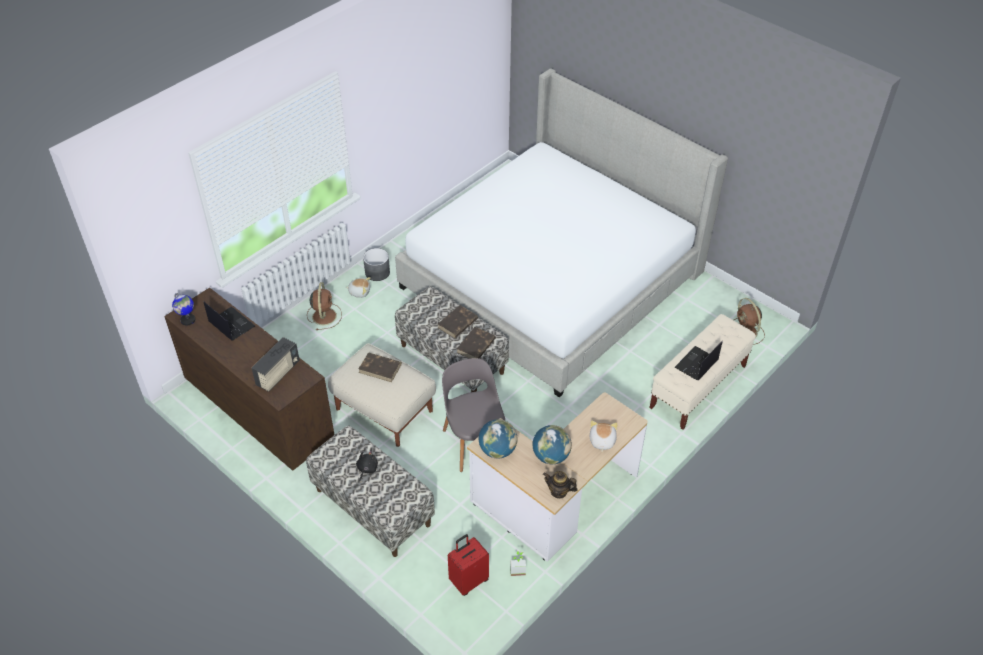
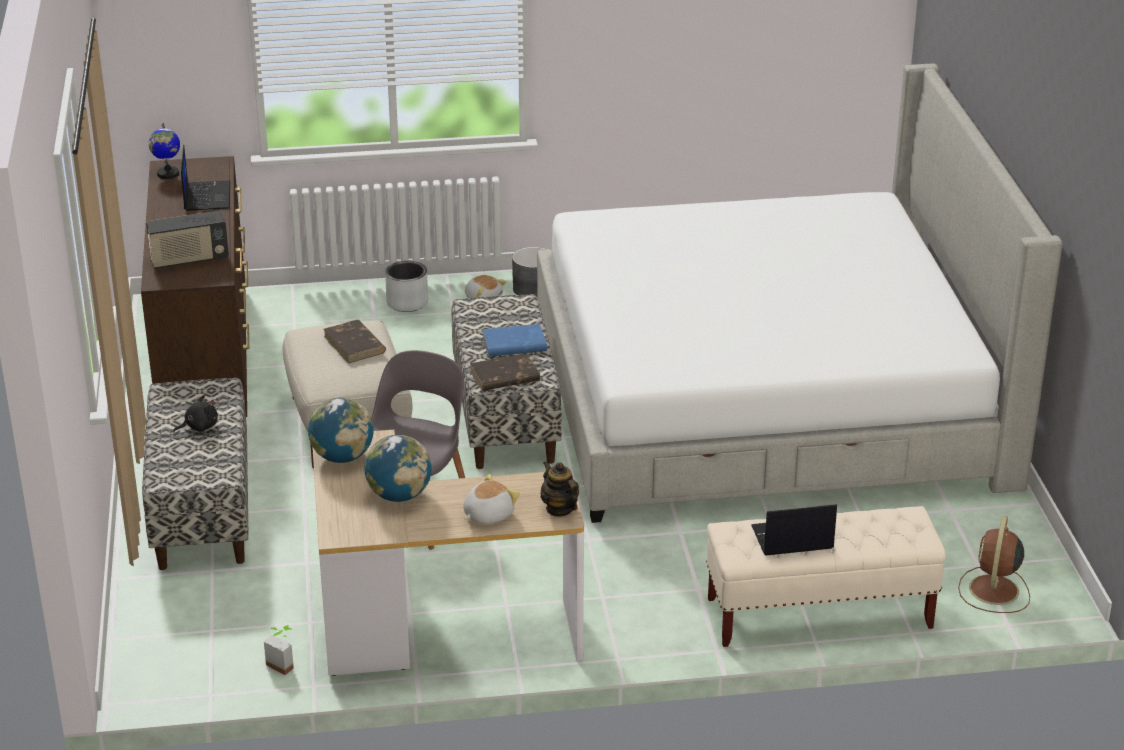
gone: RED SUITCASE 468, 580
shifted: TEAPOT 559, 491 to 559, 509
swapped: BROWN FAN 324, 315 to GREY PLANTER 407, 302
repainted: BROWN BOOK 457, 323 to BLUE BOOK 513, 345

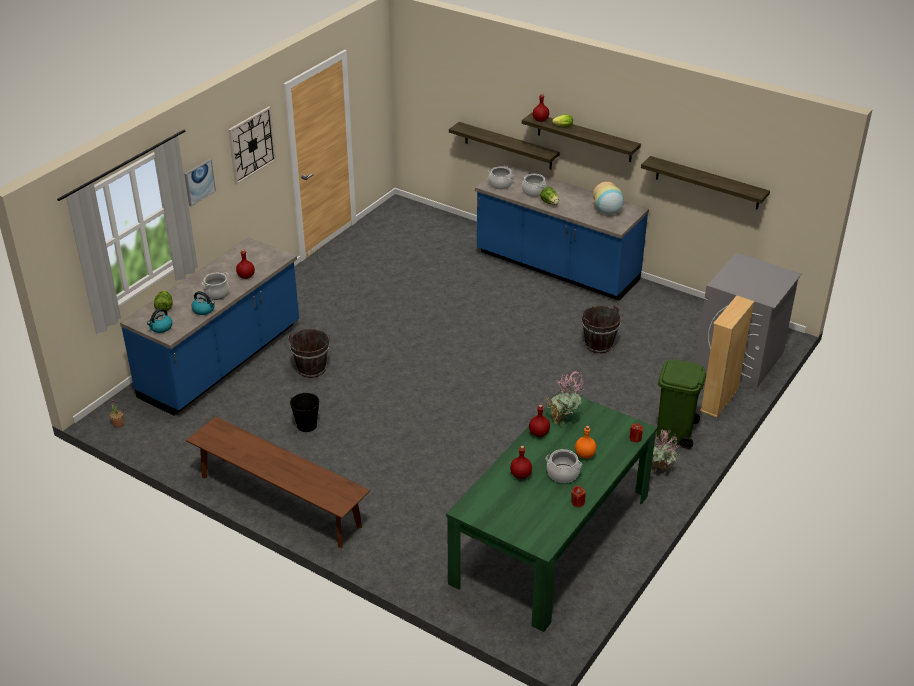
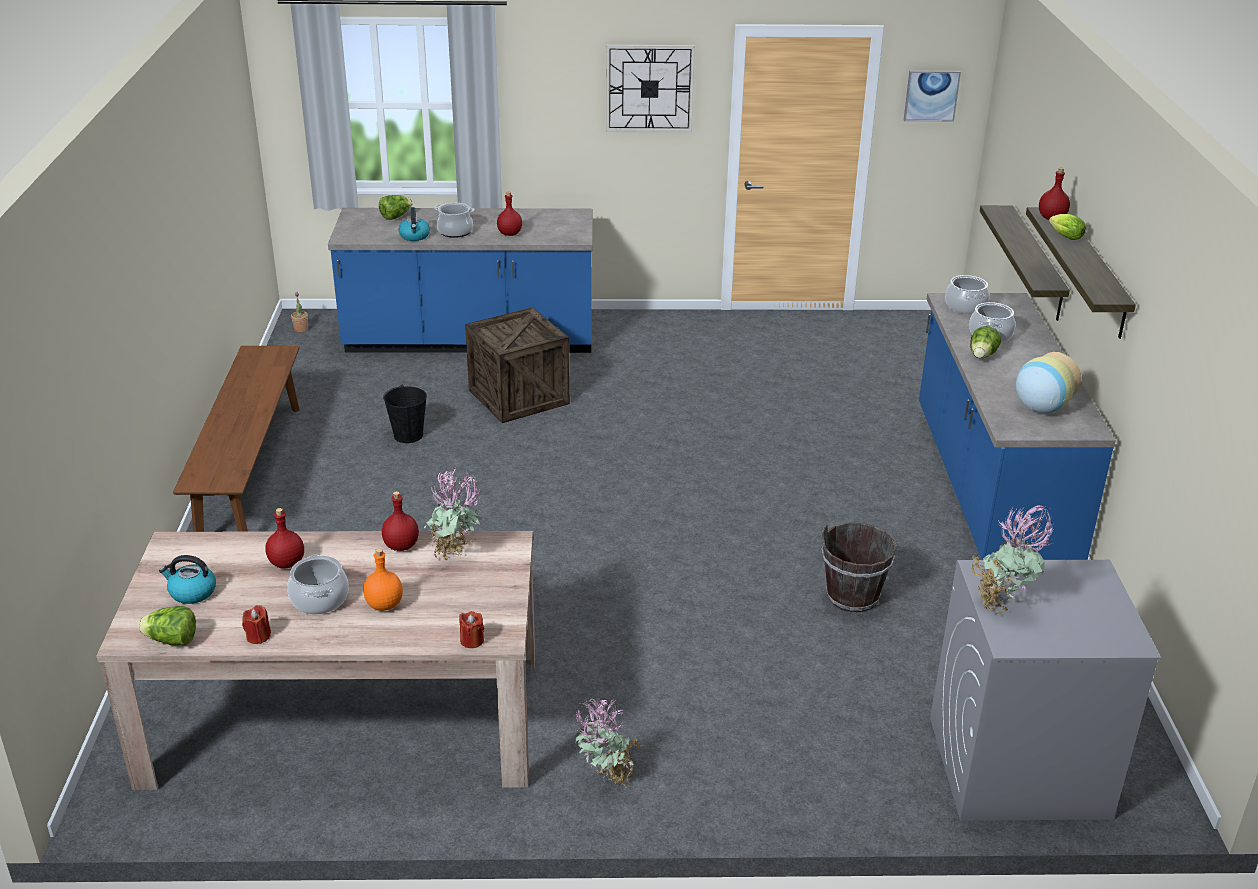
gone: SHELF 707, 183; BEIGE BOOKCASE 719, 400; GREEN TRASH CAN 674, 432
new: POTTED PLANT 1003, 603; LETTUCE 172, 640
shifted: PICTURE 199, 182 to 931, 95; KETTLE 161, 328 to 192, 592
swapped: BROWN BUCKET 311, 369 to CRATE 518, 397
repainted: GREEN DINING TABLE 551, 538 to BEIGE DINING TABLE 345, 720

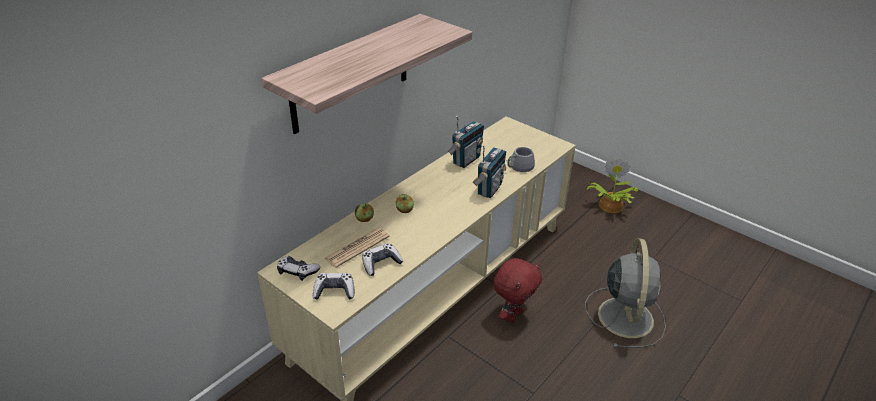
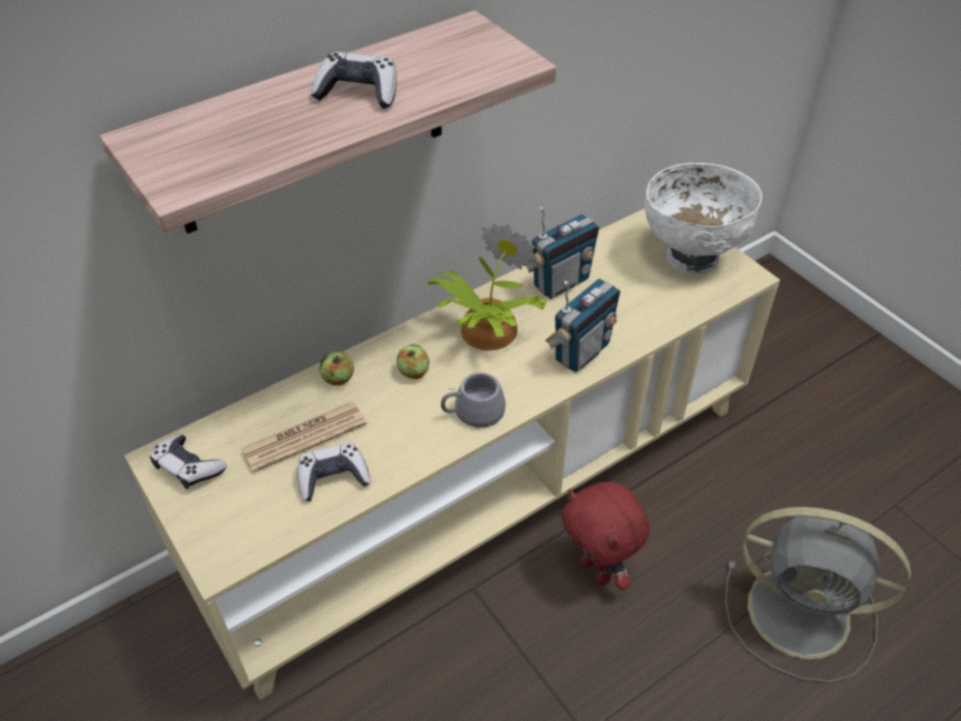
new: WHITE BOWL 691, 256
shifted: GREY MUG 517, 165 to 471, 407; POTTED PLANT 609, 206 to 485, 331; GAME CONTROLLER 334, 291 to 358, 93
rotated: GREY FAN 625, 315 = 803, 613 90 degrees clockwise; RED PLUSH TOY 513, 315 = 597, 570 90 degrees clockwise

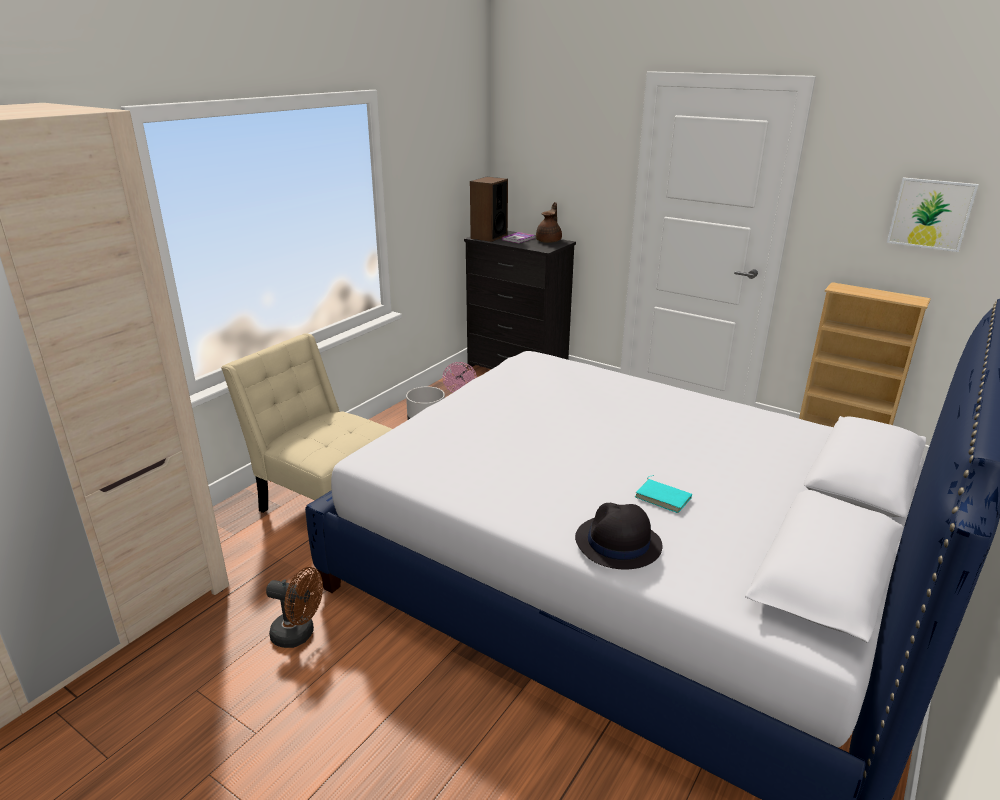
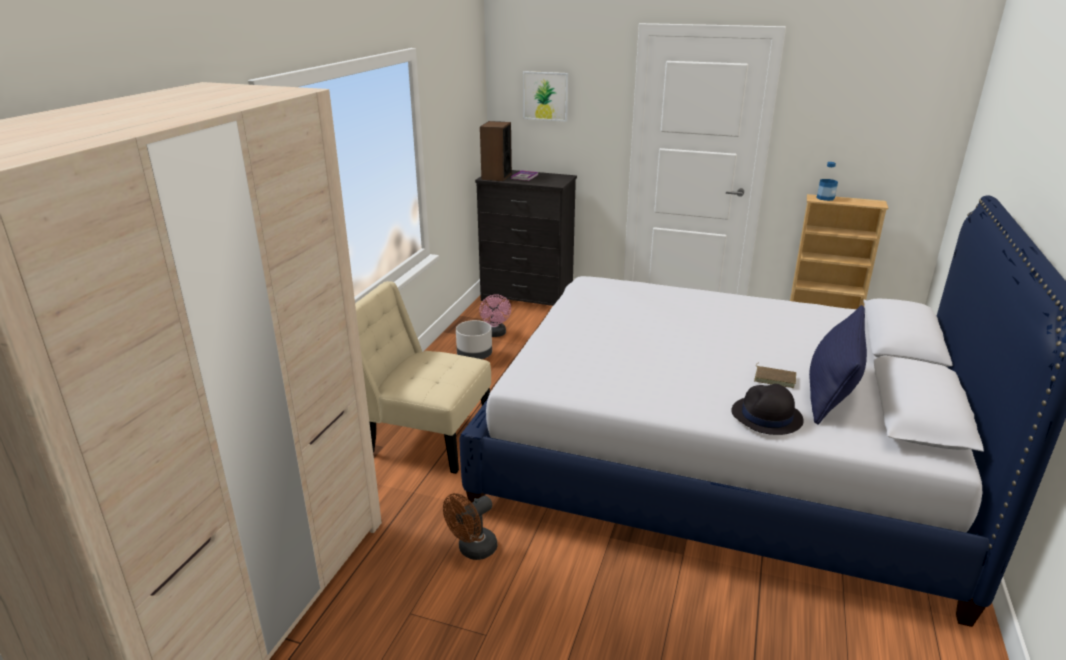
gone: BROWN TEAPOT 549, 241
new: BOTTLE 825, 198; BLUE PILLOW 831, 391
shifted: PICTURE 931, 214 to 545, 96
repainted: TURQUOISE BOOK 664, 497 to BROWN BOOK 775, 378
rotated: BROWN FAN 299, 634 = 473, 550 135 degrees clockwise

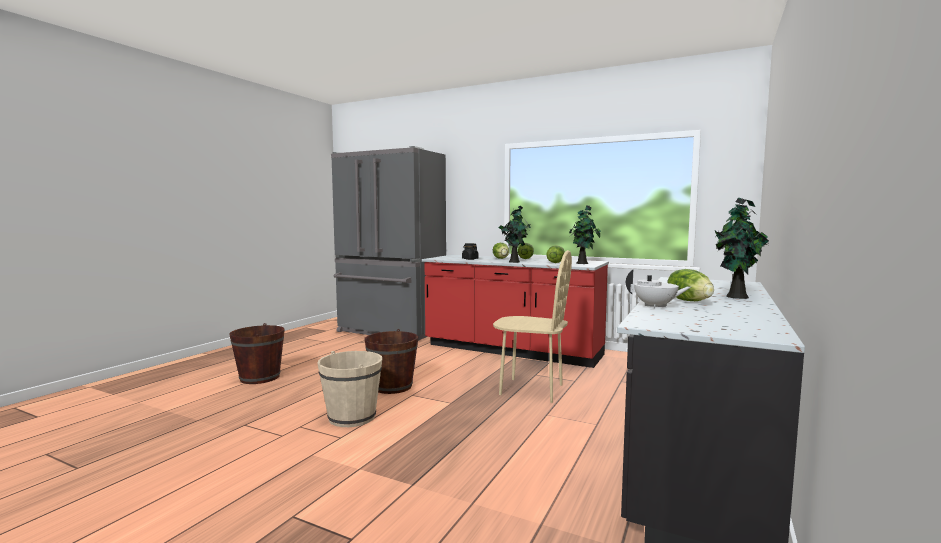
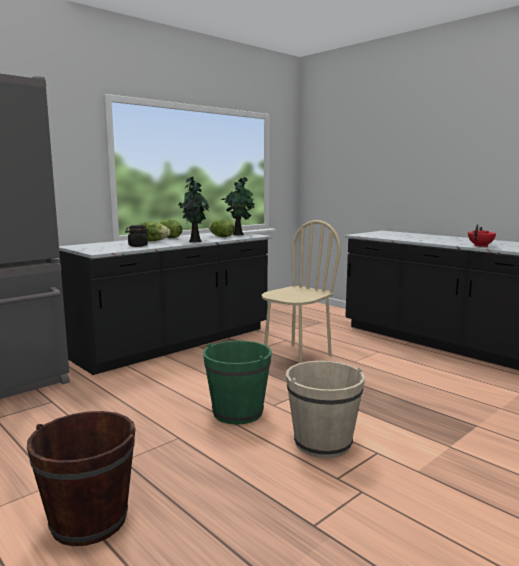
gone: POTTED PLANT 737, 297; LETTUCE 689, 301
repainted: RED COUNTER 512, 350 to BLACK COUNTER 176, 344; WHITE TEAPOT 655, 306 to RED TEAPOT 481, 246; BROWN BUCKET 392, 386 to GREEN BUCKET 237, 412

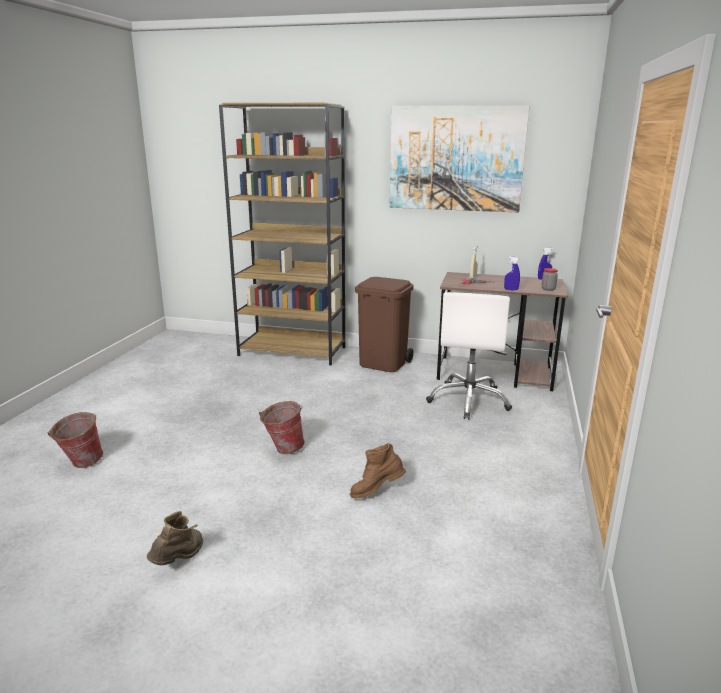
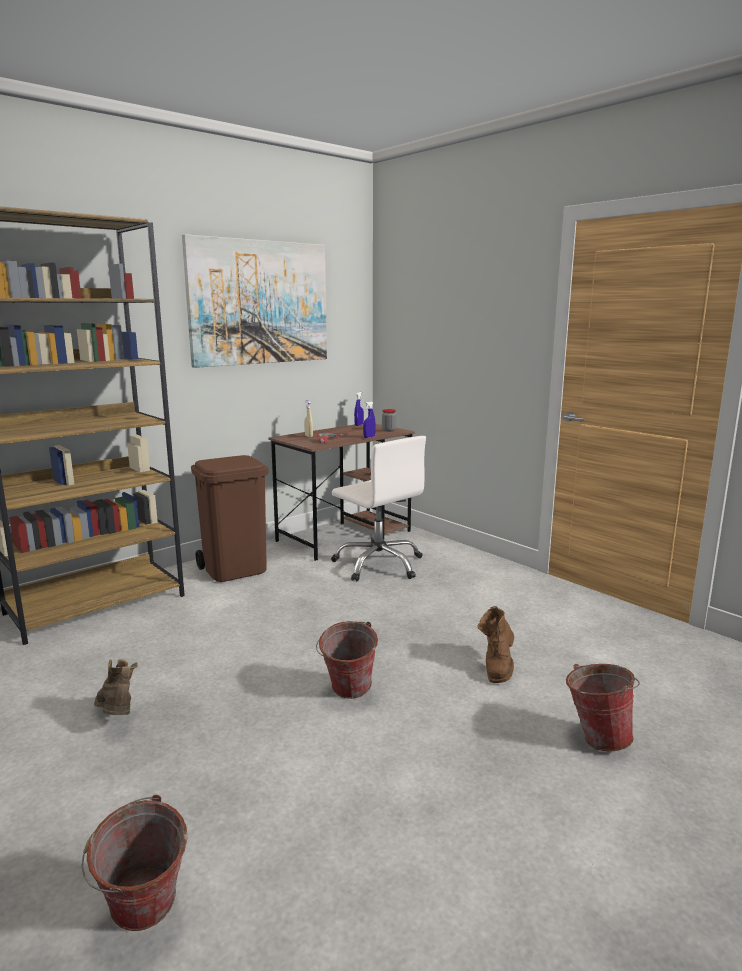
new: BUCKET 596, 737
shifted: BROWN BOOT 179, 560 to 117, 717

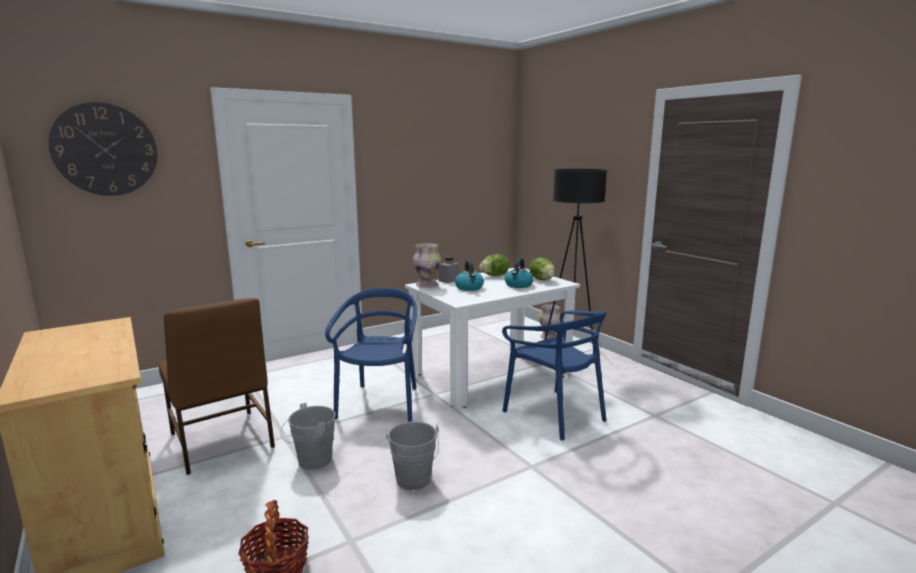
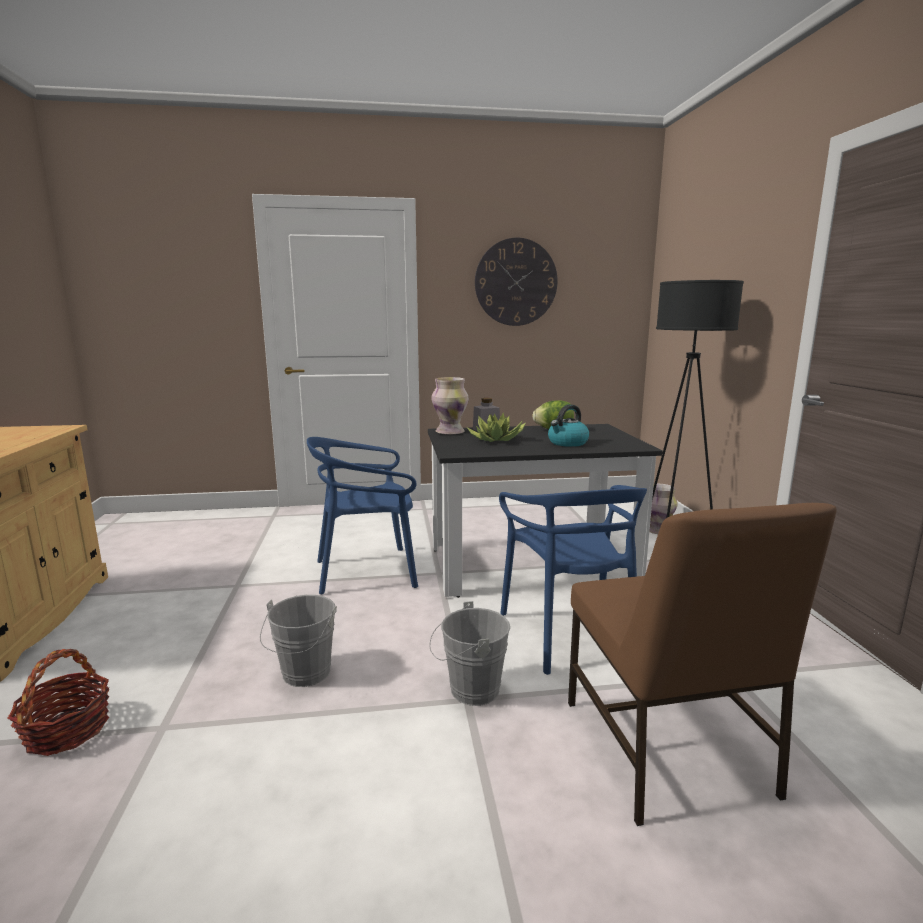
gone: LETTUCE 542, 280
shifted: WALL CLOCK 105, 149 to 516, 282; BROWN CHAIR 221, 441 to 665, 749; GREY BUCKET 311, 461 to 469, 690
swapped: KETTLE 469, 288 to POTTED PLANT 496, 439
repainted: WHITE DINING TABLE 491, 375 to BLACK DINING TABLE 530, 564
rotated: BLUE CHAIR 380, 404 = 367, 571 135 degrees counterclockwise

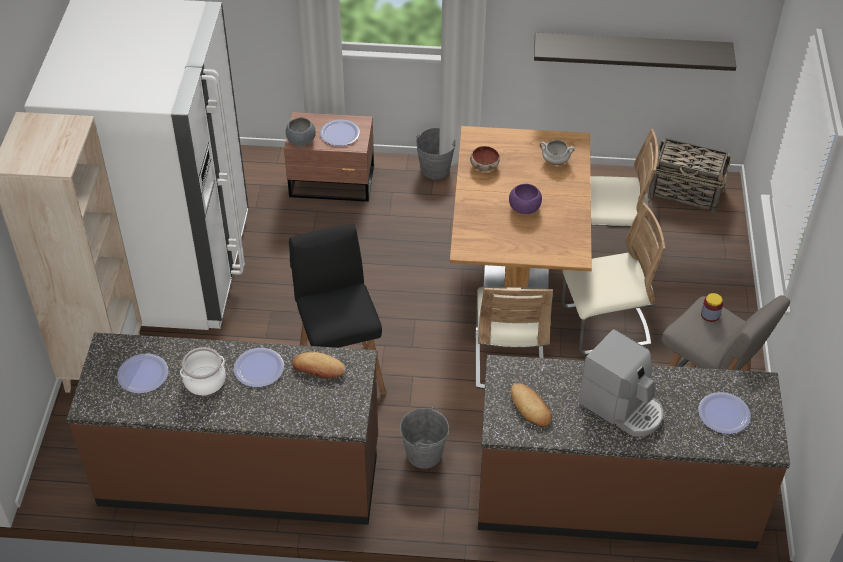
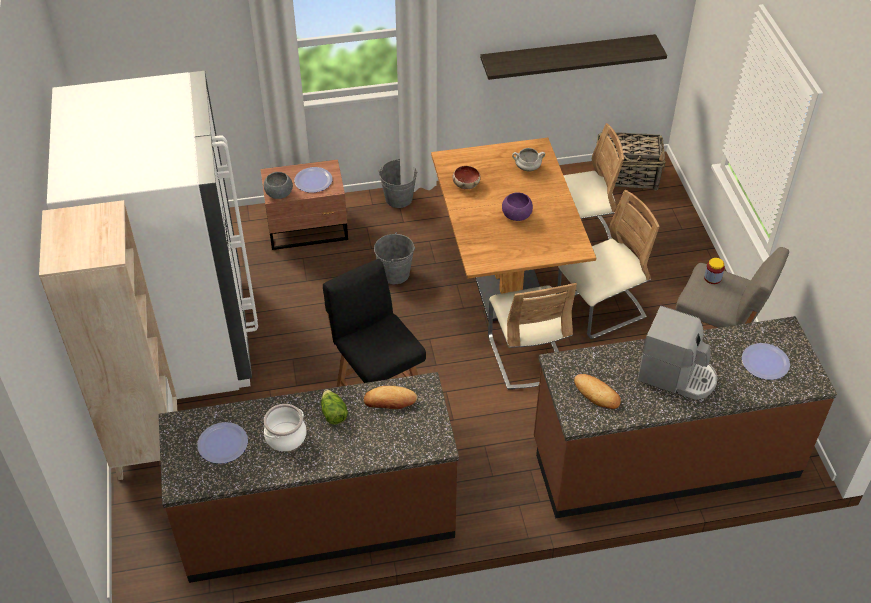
shifted: GREY BUCKET 424, 454 to 395, 274
swapped: PLATE 259, 368 to LETTUCE 333, 413

